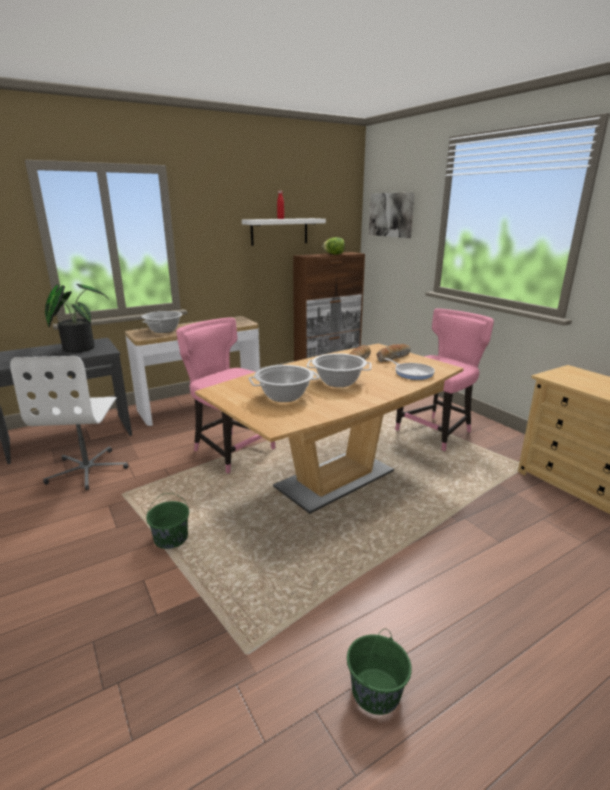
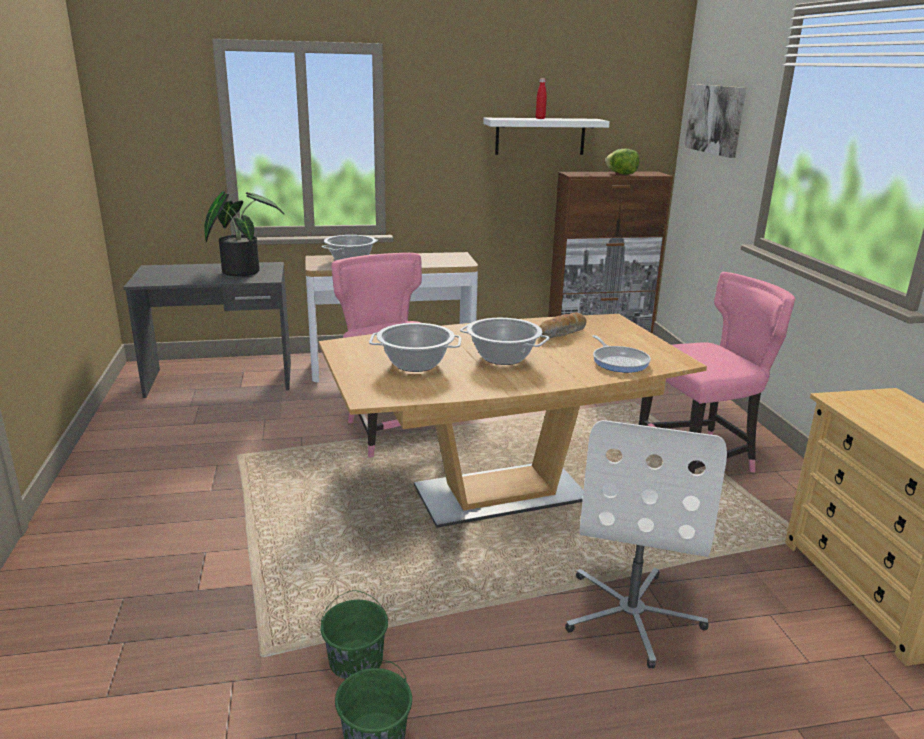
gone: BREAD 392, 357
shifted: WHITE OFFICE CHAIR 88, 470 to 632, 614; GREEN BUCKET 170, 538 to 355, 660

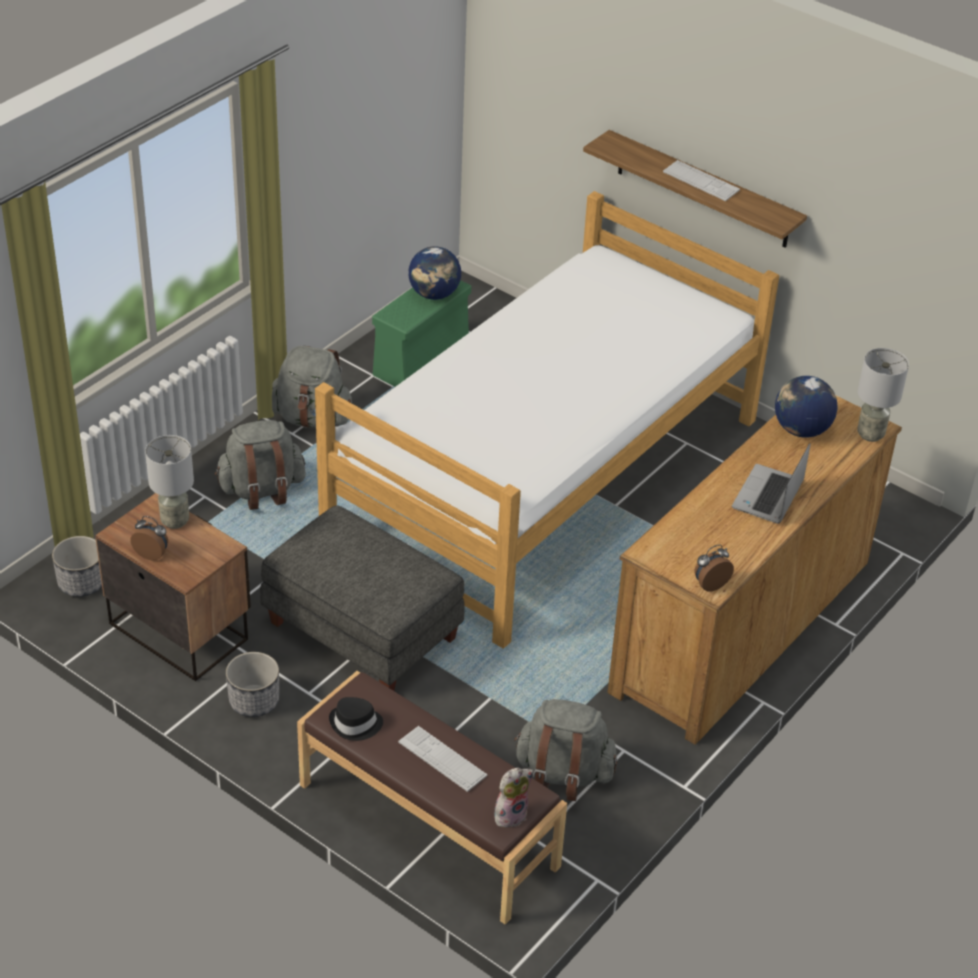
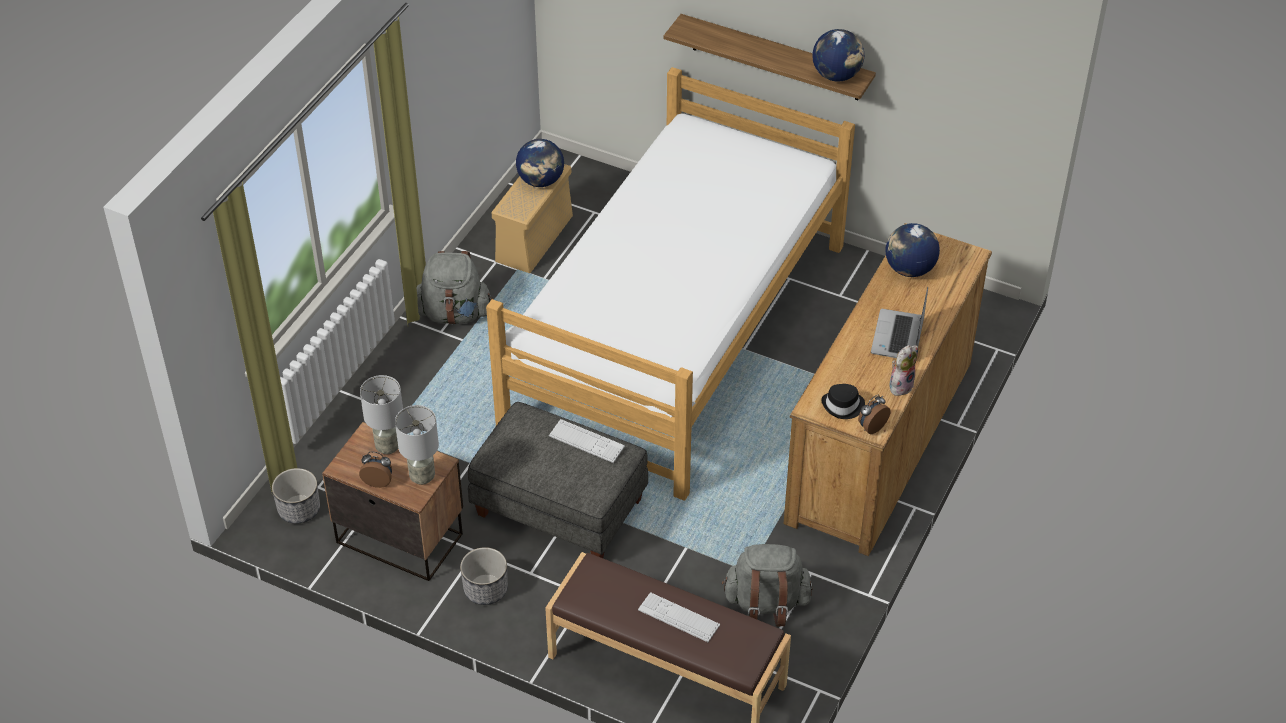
gone: GREY BACKPACK 262, 490
new: GLOBE 836, 75
shifted: KEYBOARD 701, 181 to 586, 441; GREY TABLE LAMP 870, 434 to 421, 476; BLACK HAT 355, 724 to 843, 406; PLUSH TOY 510, 814 to 900, 385
repainted: GREEN STORAGE BOX 422, 358 to BEIGE STORAGE BOX 534, 237

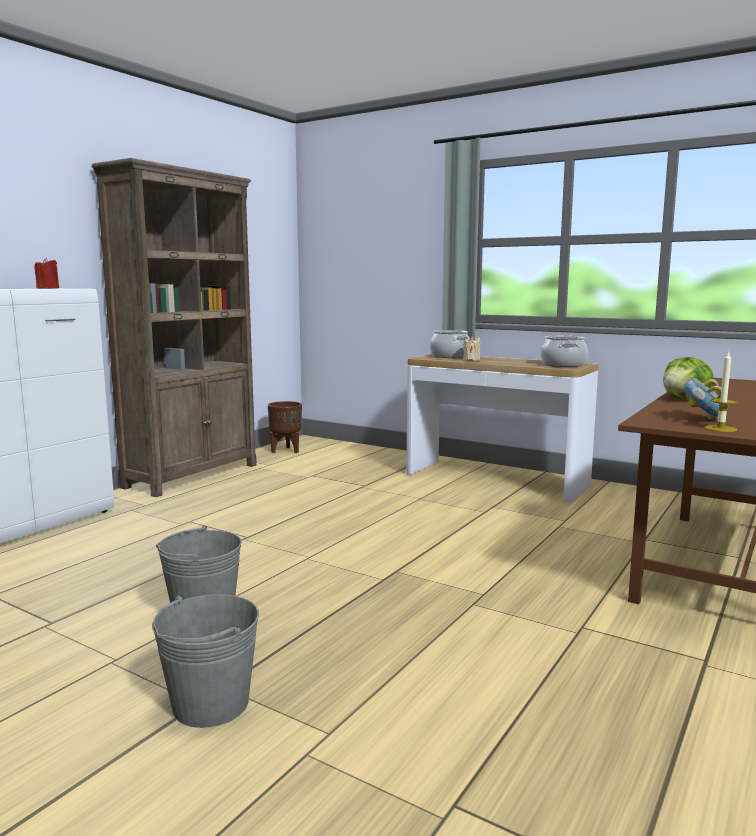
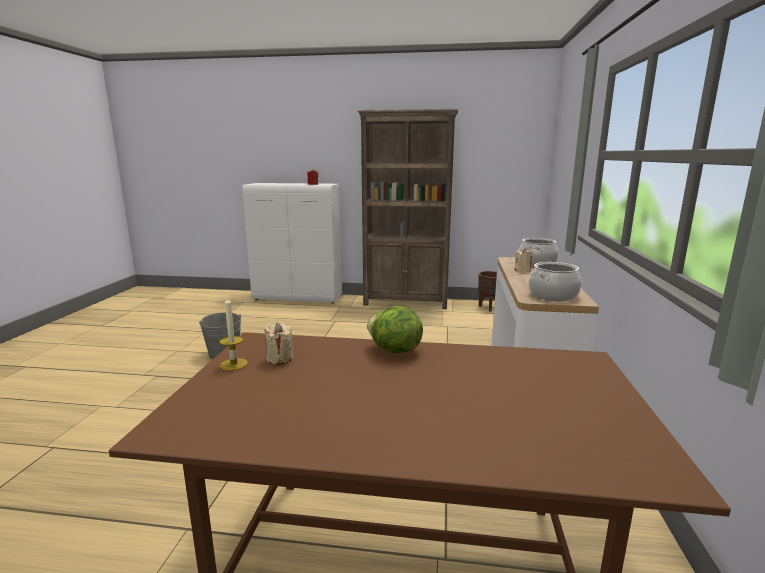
gone: GREY BUCKET 210, 704
swapped: BOWL 704, 419 to BEIGE CANDLE 280, 358

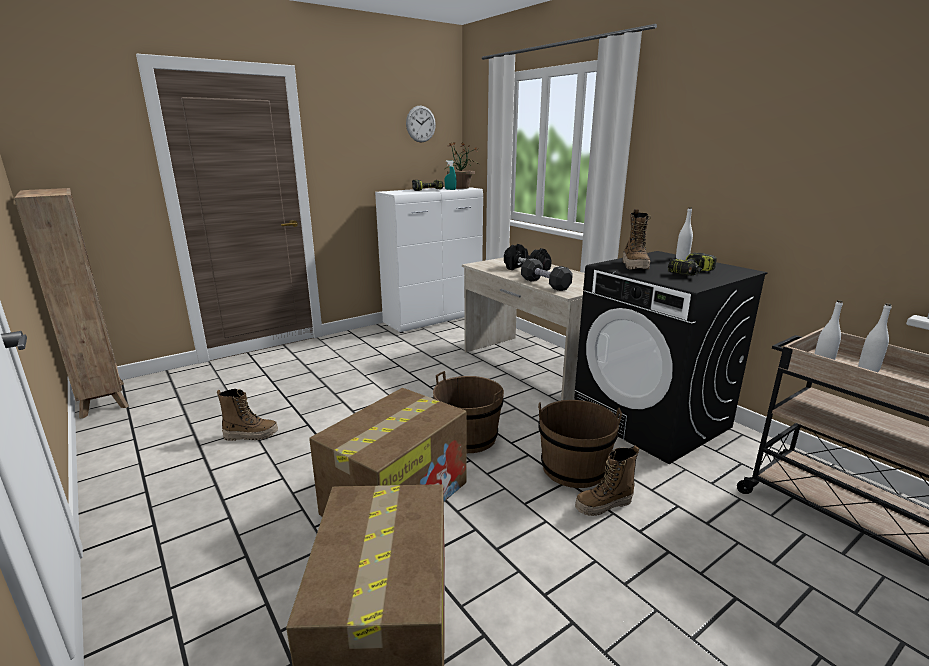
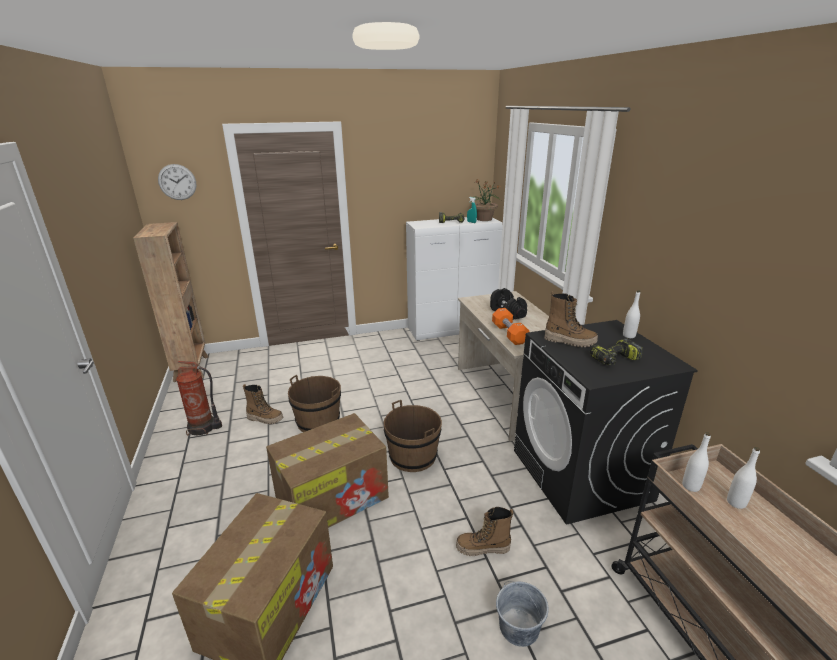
new: FIRE EXTINGUISHER 203, 428; GREY BUCKET 519, 627
shifted: WALL CLOCK 420, 124 to 177, 182; BROWN BUCKET 573, 468 to 318, 421
repainted: BLACK DUMBBELL 545, 284 to ORANGE DUMBBELL 509, 334
rotated: BOOT 635, 266 = 569, 341 90 degrees counterclockwise

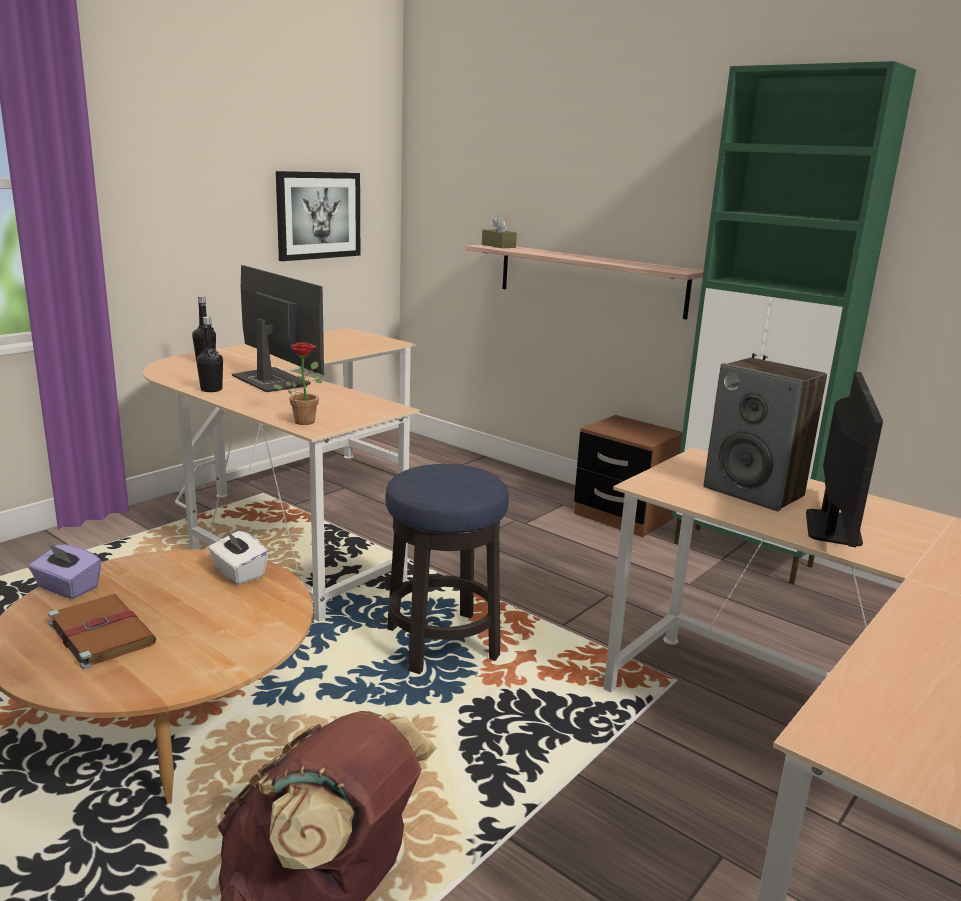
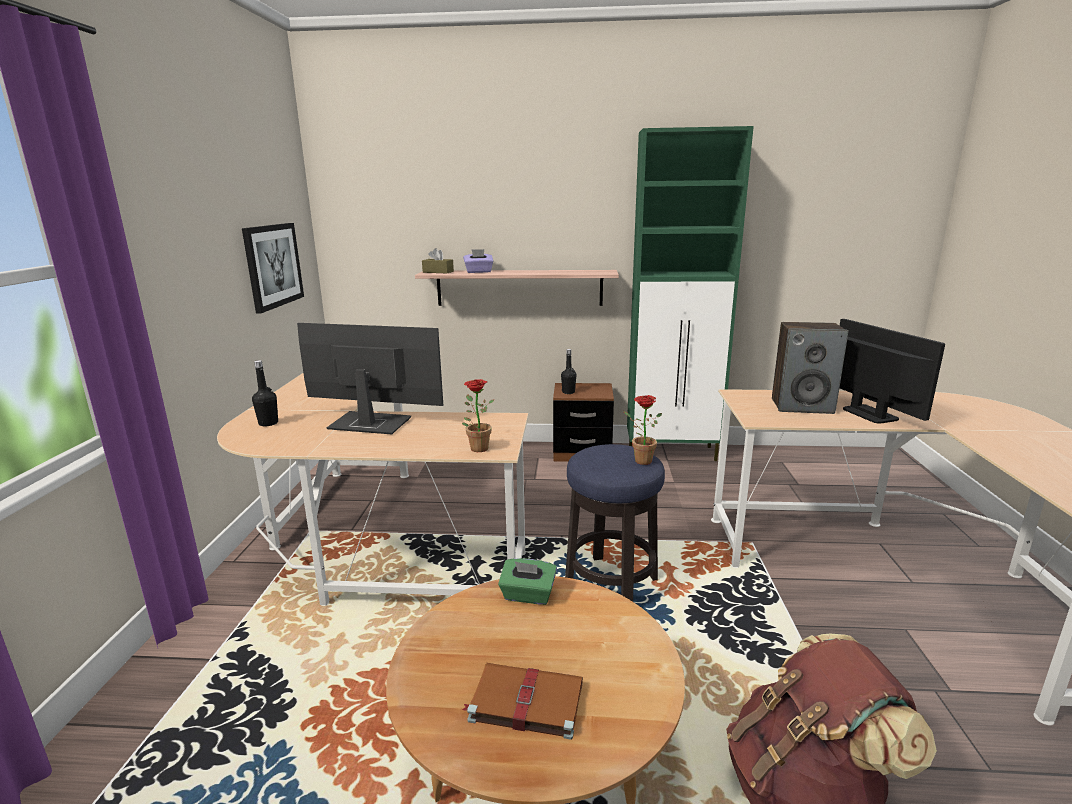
new: POTTED PLANT 639, 460
shifted: BLACK BOTTLE 211, 389 to 568, 392; PURPLE TISSUE BOX 67, 588 to 478, 272
repainted: WHITE TISSUE BOX 238, 573 to GREEN TISSUE BOX 528, 595

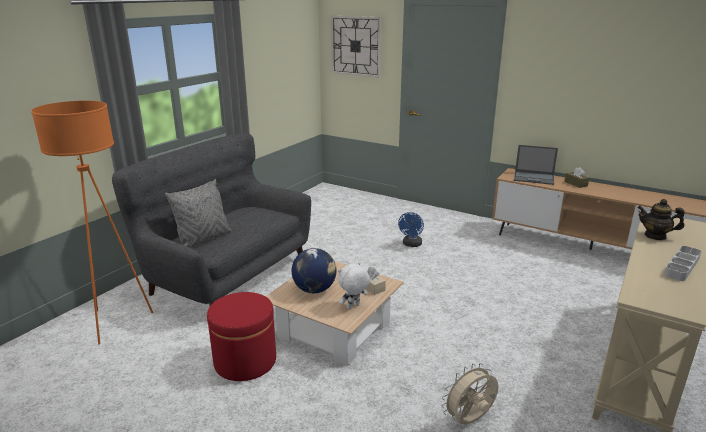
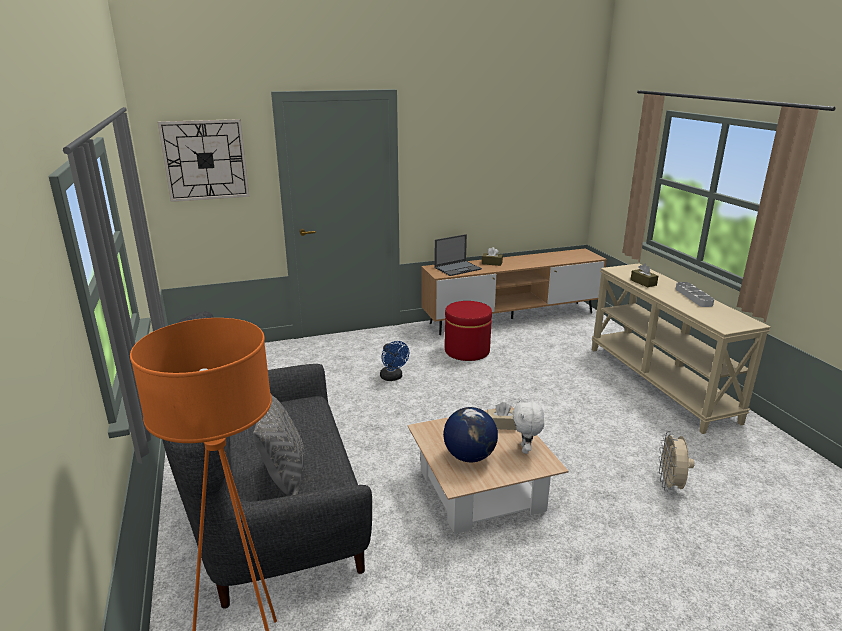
shifted: RED OTTOMAN 245, 361 to 467, 351
swapped: TEAPOT 655, 236 to BROWN TISSUE BOX 643, 282

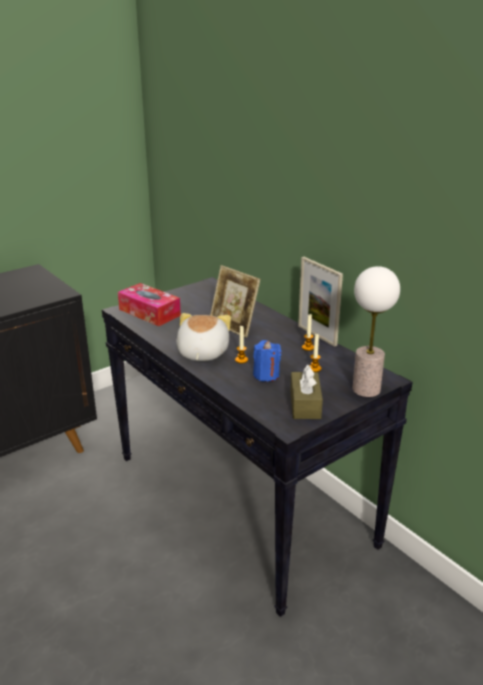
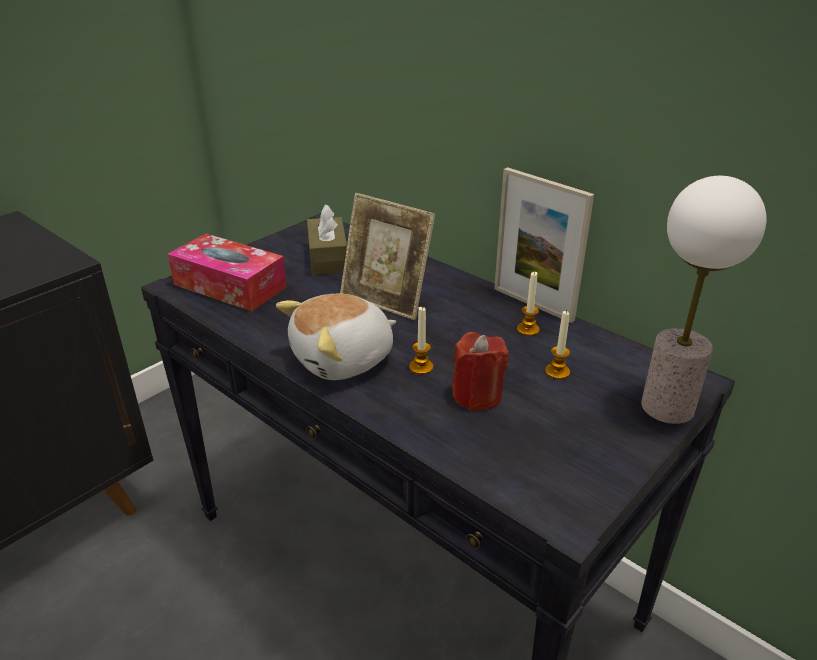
shifted: BROWN TISSUE BOX 305, 404 to 328, 258
repainted: BLUE CANDLE 266, 375 to RED CANDLE 477, 395
rotated: PLUSH TOY 201, 353 = 344, 359 120 degrees counterclockwise

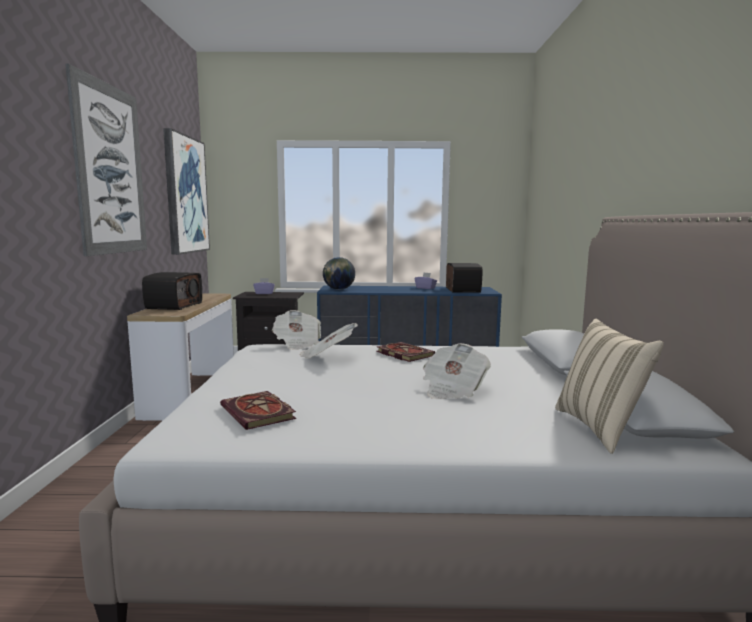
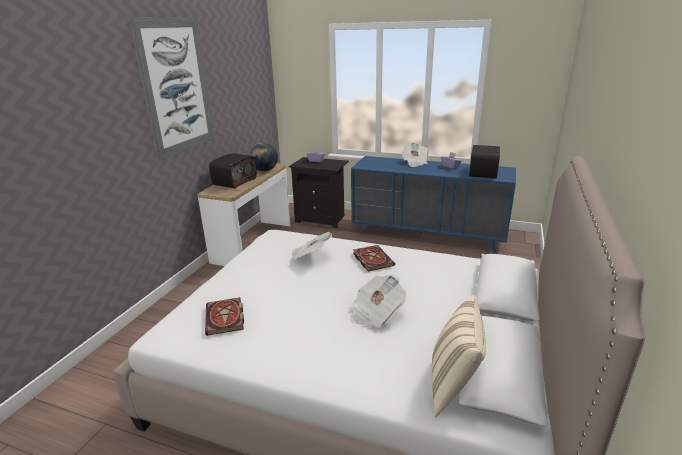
gone: PICTURE 185, 195
shifted: GLOBE 339, 289 to 264, 170; NEWSPAPER 297, 343 to 414, 162

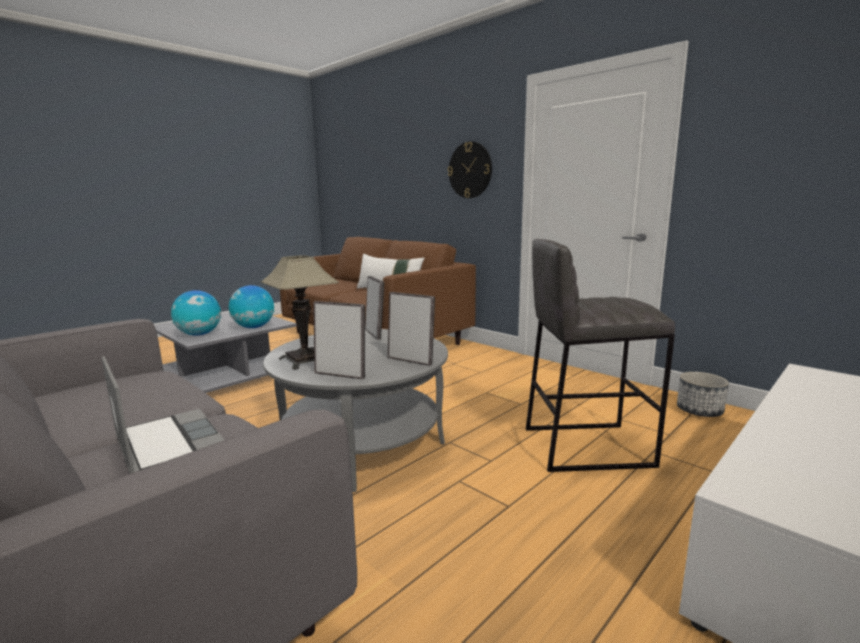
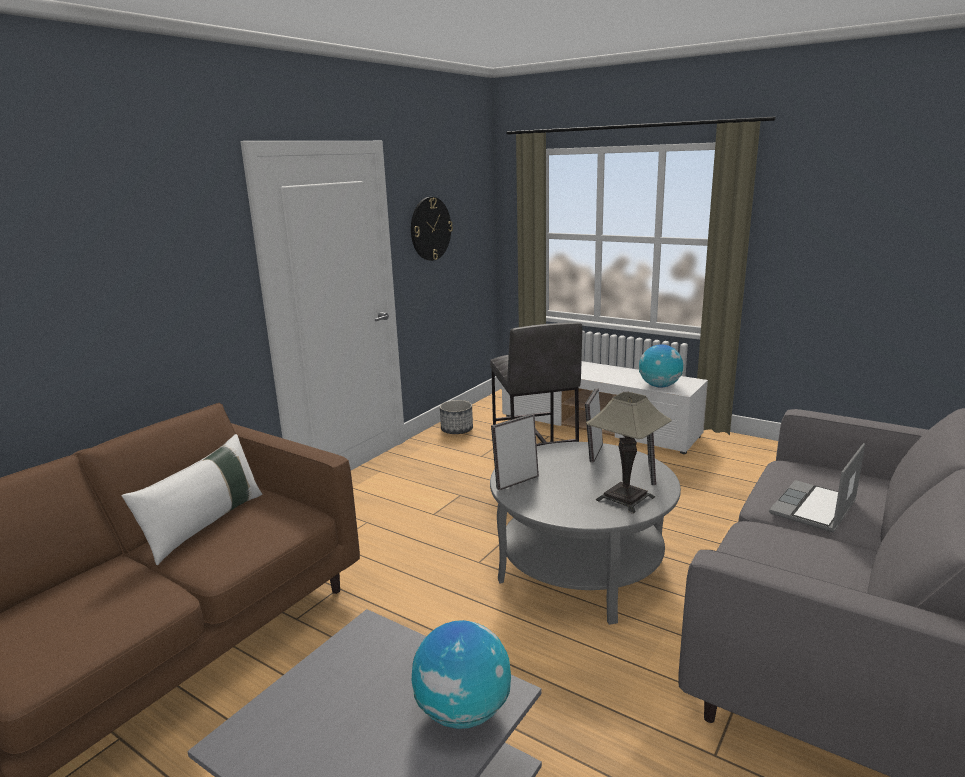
shifted: WALL CLOCK 470, 170 to 430, 229; GLOBE 253, 327 to 659, 386

